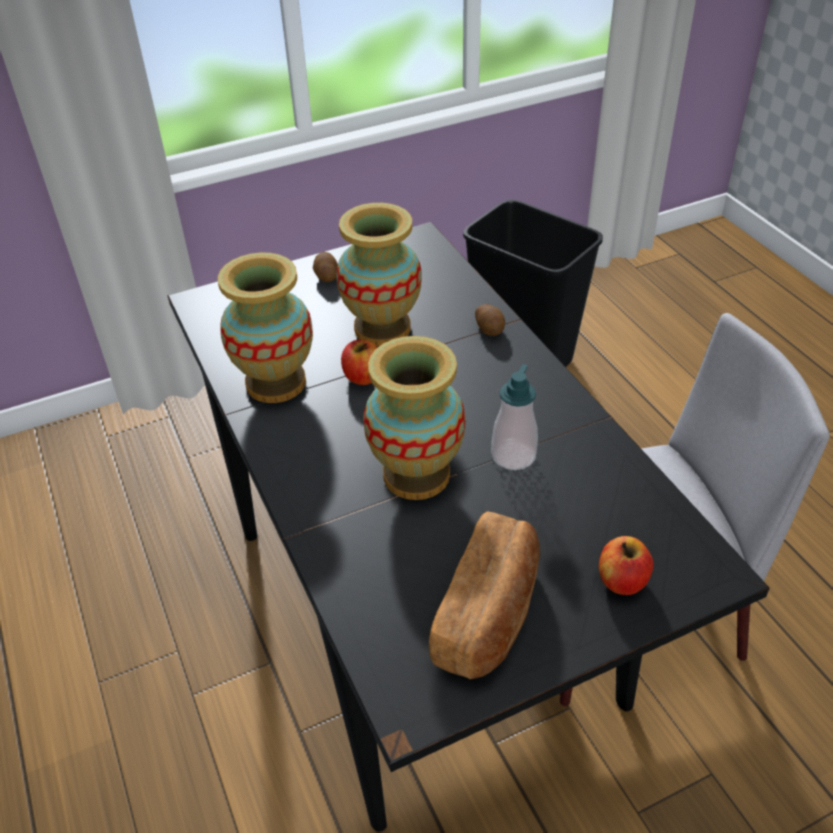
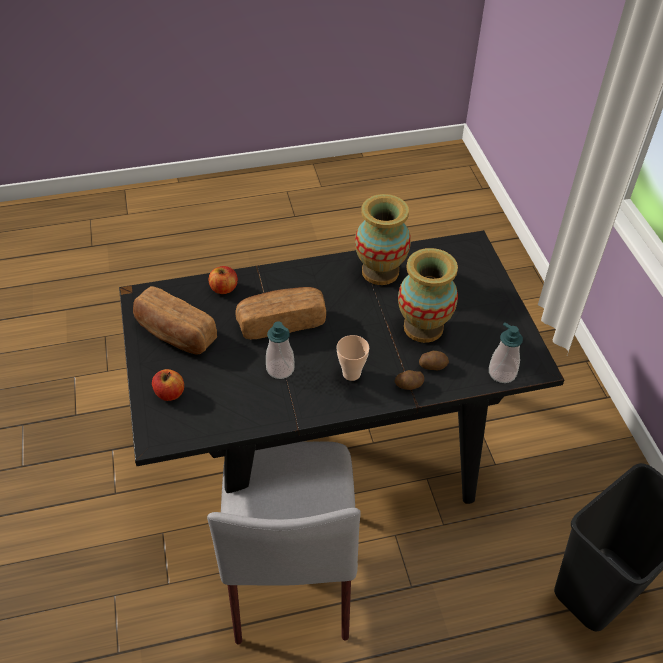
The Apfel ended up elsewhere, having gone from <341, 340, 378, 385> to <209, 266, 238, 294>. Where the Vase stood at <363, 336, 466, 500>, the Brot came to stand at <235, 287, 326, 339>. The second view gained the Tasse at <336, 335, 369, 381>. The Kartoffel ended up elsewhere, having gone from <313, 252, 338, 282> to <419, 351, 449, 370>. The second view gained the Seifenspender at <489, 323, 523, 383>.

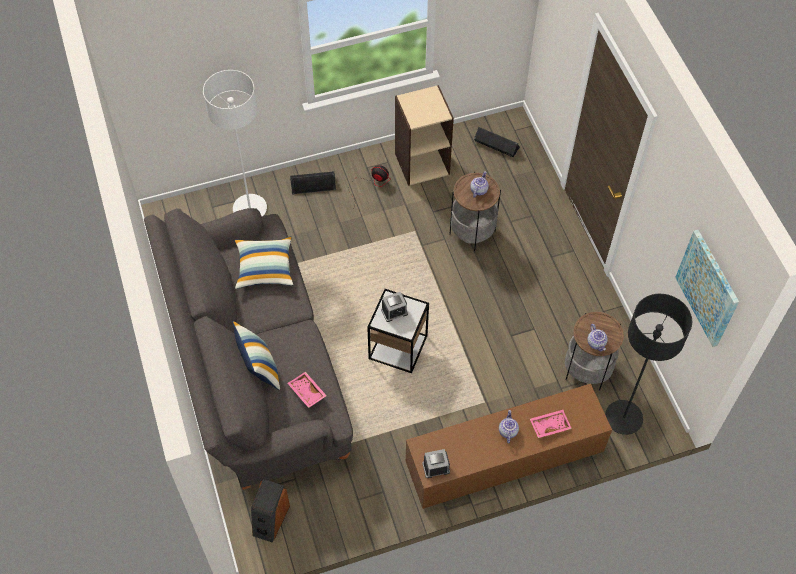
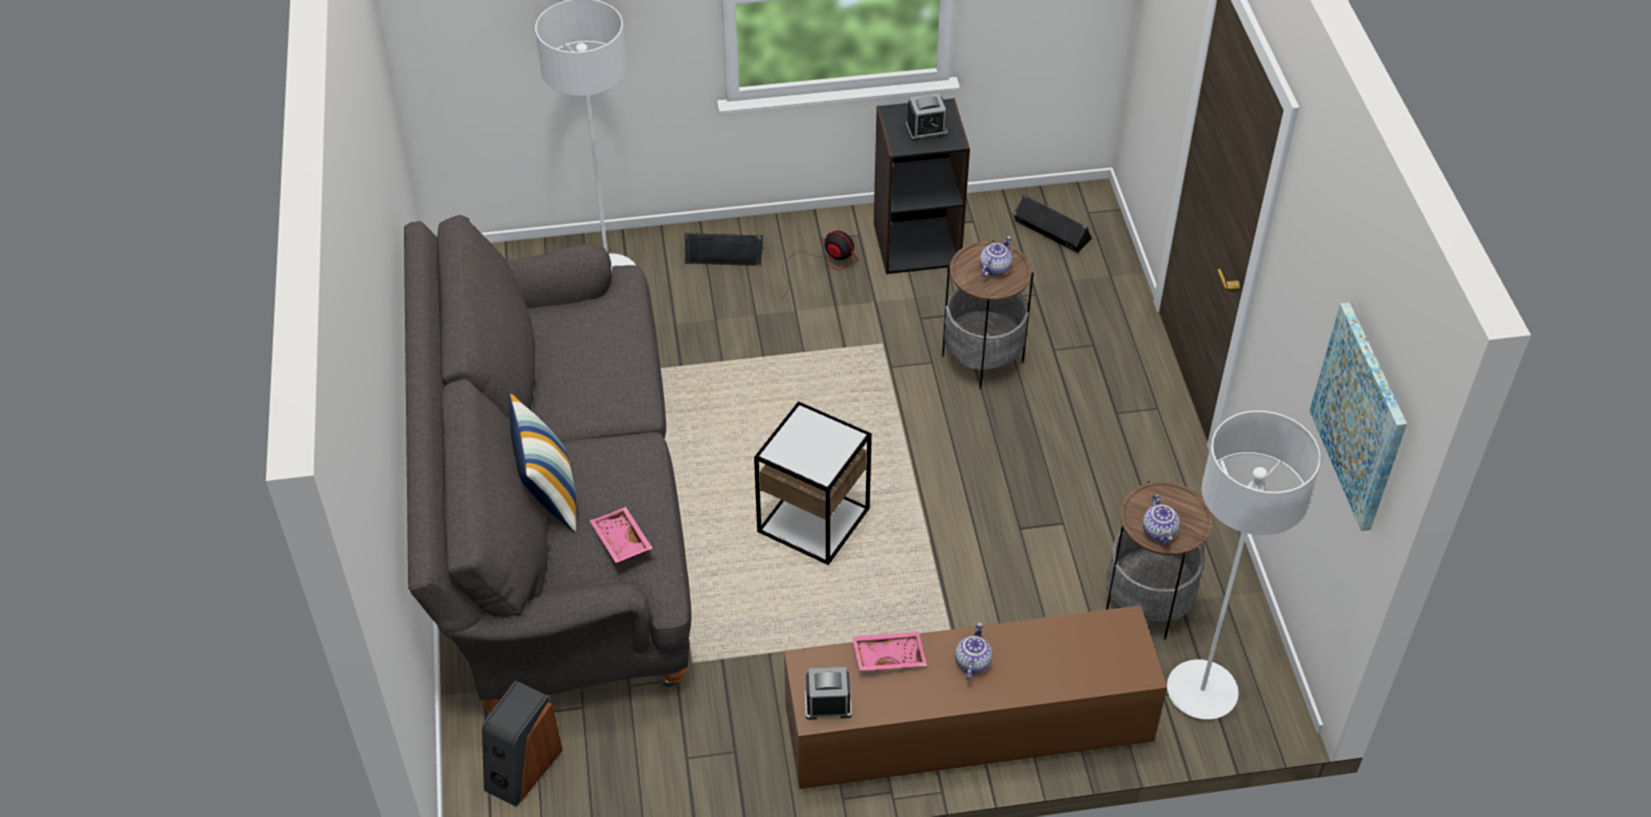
The Tablett (rosa) ended up elsewhere, having gone from <530, 410, 572, 438> to <852, 632, 927, 671>. What was the Bücherregal (beige) at <395, 85, 454, 186> turned into the Bücherregal (schwarz) at <874, 98, 970, 274>. The Wecker ended up elsewhere, having gone from <381, 292, 408, 322> to <906, 93, 948, 141>. What was the Stehlampe (schwarz) at <605, 294, 692, 435> turned into the Stehlampe (weiß) at <1167, 411, 1321, 720>. The second view lost the Kissen at <235, 237, 293, 289>.

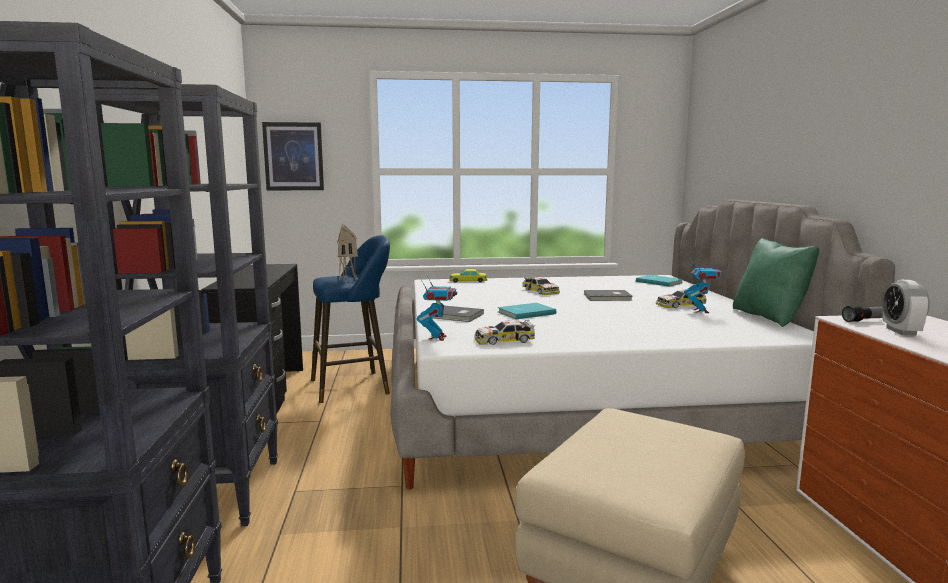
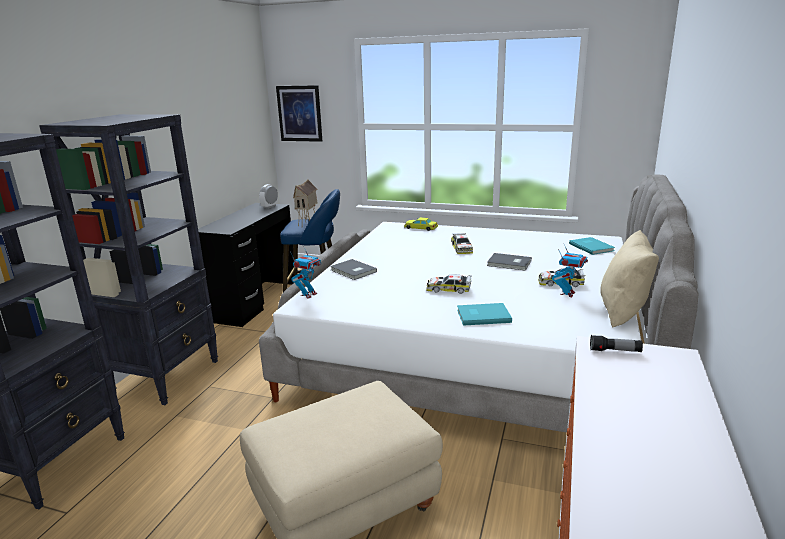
The Wecker ended up elsewhere, having gone from <882, 280, 930, 336> to <259, 184, 278, 209>. The Spielzeugauto ended up elsewhere, having gone from <474, 320, 536, 345> to <426, 274, 471, 294>. The Buch (türkis) ended up elsewhere, having gone from <498, 303, 557, 319> to <457, 303, 512, 326>. What was the Kissen (grün) at <733, 237, 819, 327> turned into the Kissen (beige) at <600, 230, 659, 327>.

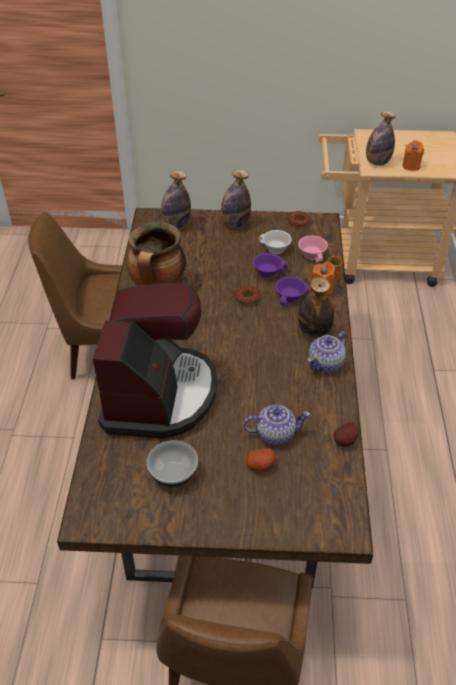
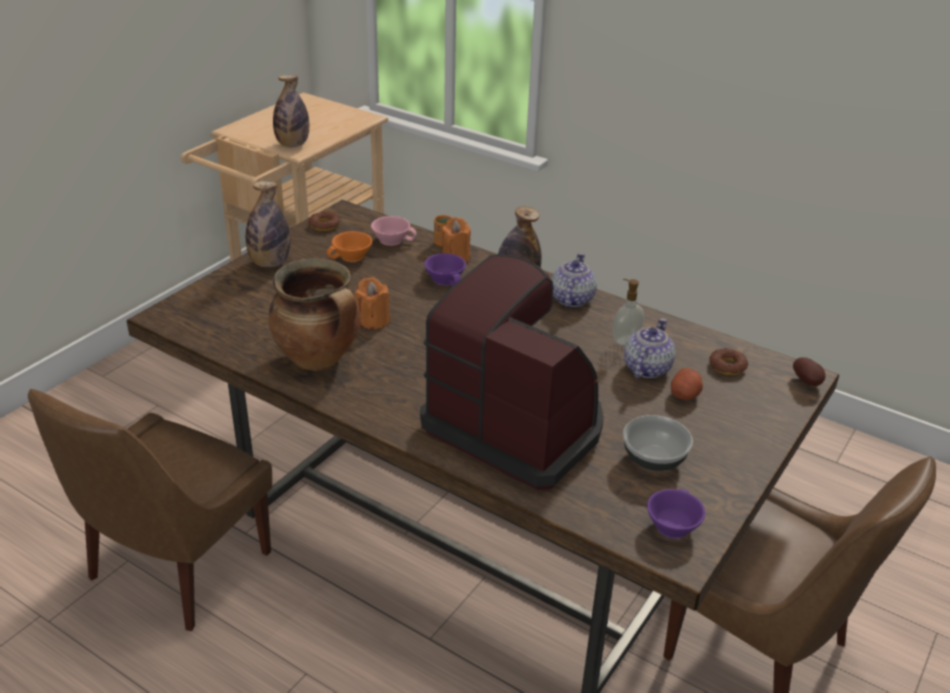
What was the Tasse (weiß) at <259, 230, 292, 254> turned into the Tasse (orange) at <327, 231, 372, 262>. The Kerze (orange) ended up elsewhere, having gone from <402, 141, 424, 171> to <355, 277, 390, 329>. The Teekanne at <308, 331, 347, 373> ended up facing another way, 150 degrees counterclockwise from before. The second view gained the Seifenspender at <613, 279, 644, 345>. The Tasse (lila) ended up elsewhere, having gone from <253, 253, 288, 278> to <647, 489, 705, 539>. The Donut ended up elsewhere, having gone from <235, 285, 260, 305> to <709, 348, 748, 375>. The Kartoffel ended up elsewhere, having gone from <333, 422, 358, 447> to <793, 357, 826, 386>. The second view lost the Flasche at <161, 170, 191, 229>.

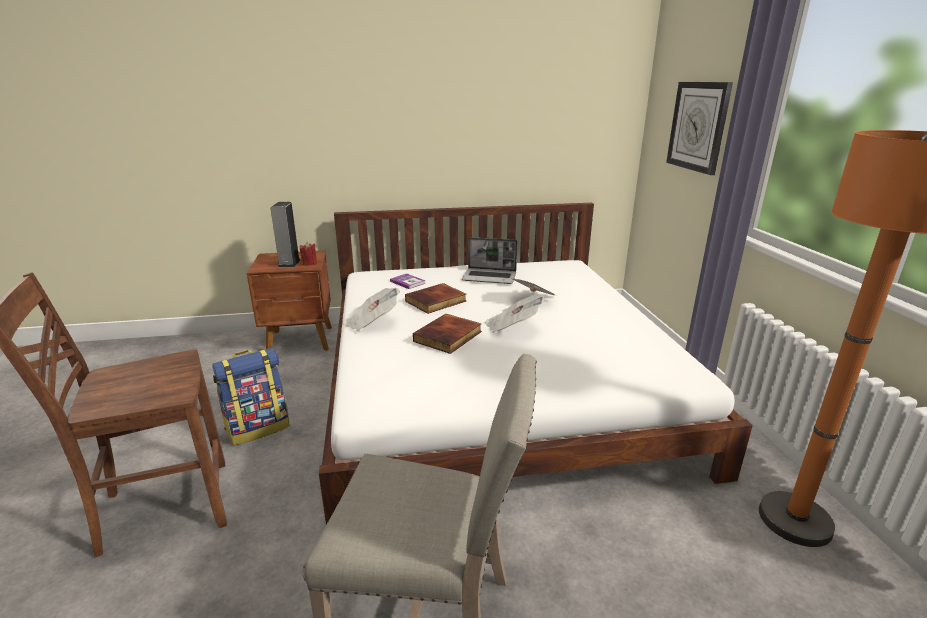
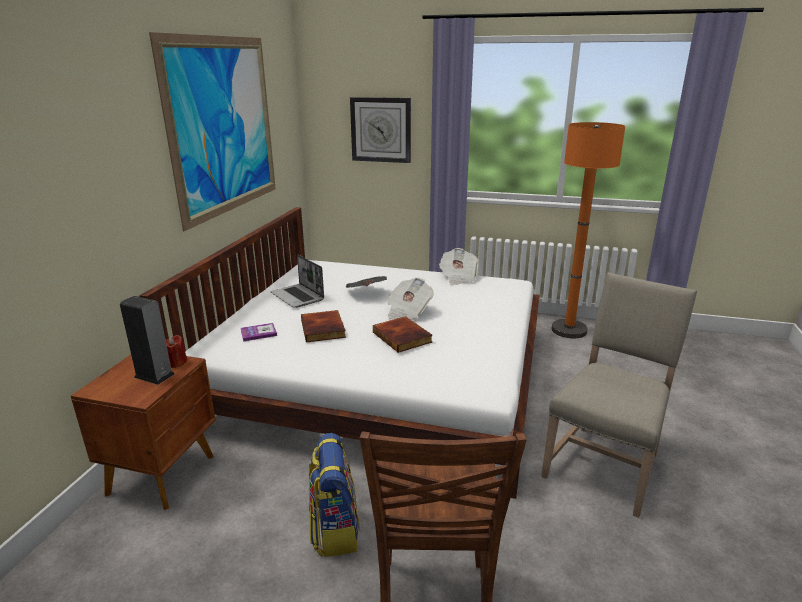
The second view gained the Bild at <149, 32, 276, 231>. The Laptop at <462, 237, 518, 284> ended up facing another way, 105 degrees clockwise from before. The Zeitung ended up elsewhere, having gone from <343, 288, 400, 331> to <439, 248, 479, 285>.

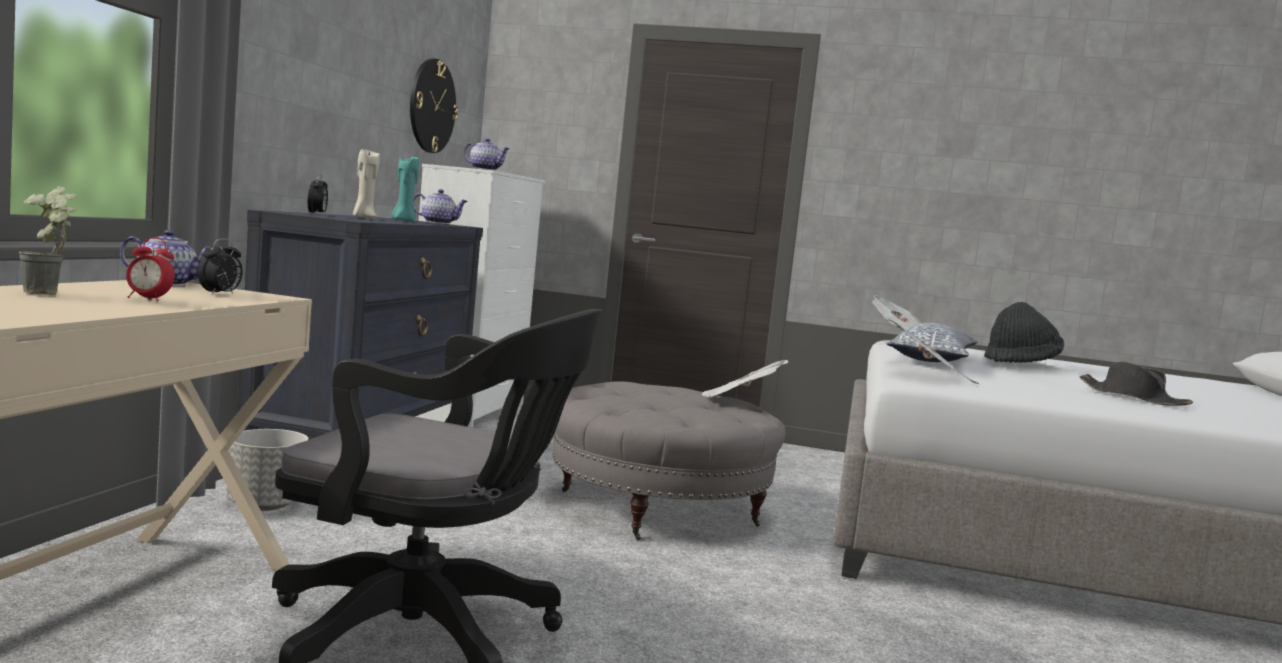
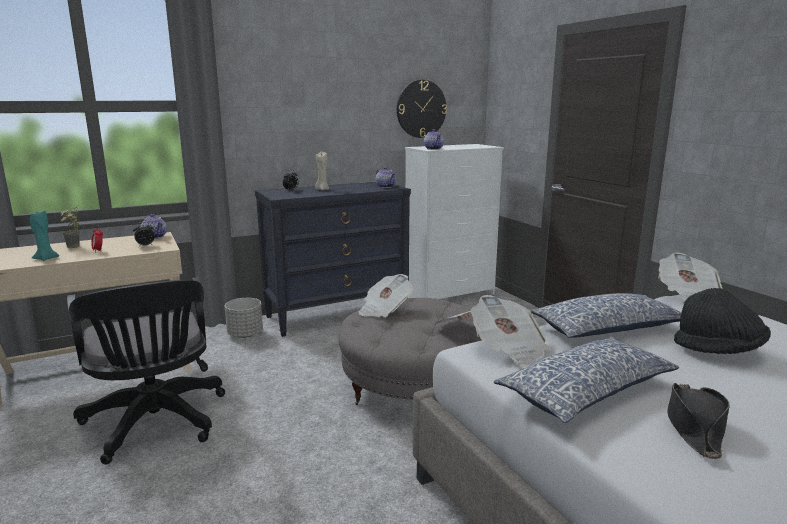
The Kerze (türkis) ended up elsewhere, having gone from <391, 154, 419, 222> to <30, 210, 59, 261>. The second view gained the Zeitung at <358, 274, 413, 318>. The second view gained the Kissen at <494, 337, 679, 423>.

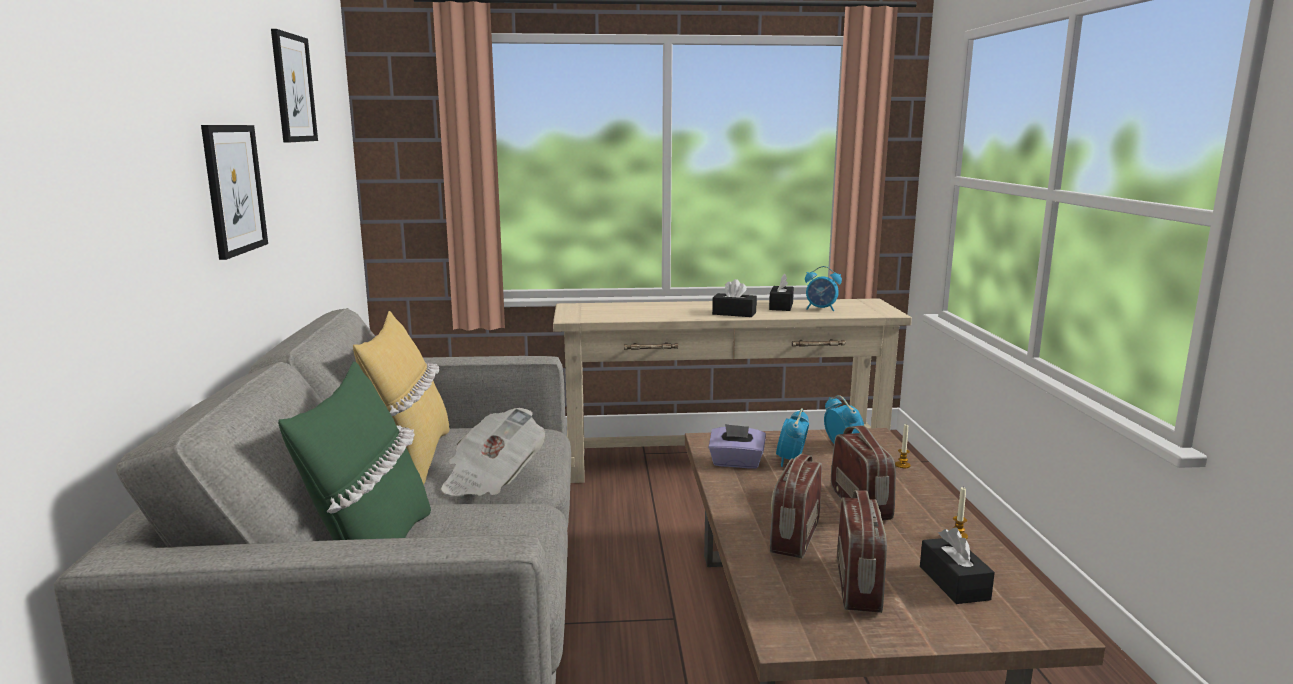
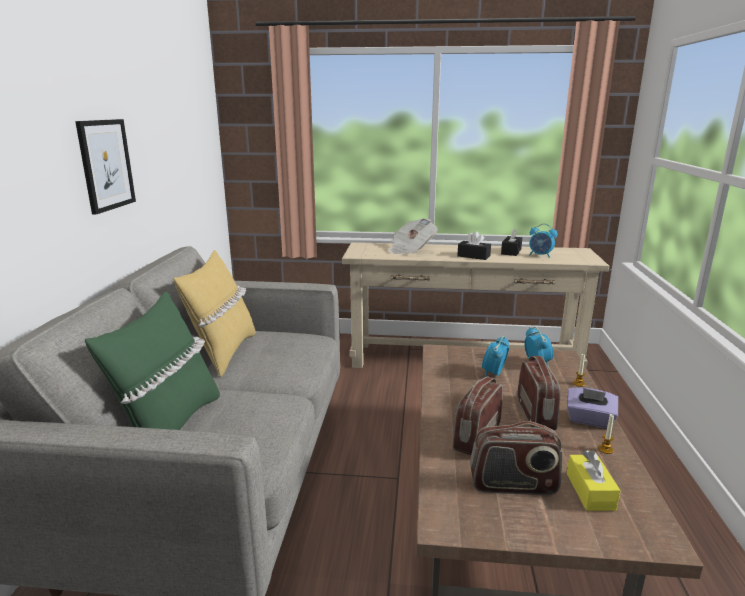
The Zeitung ended up elsewhere, having gone from <441, 408, 545, 496> to <388, 218, 438, 254>. The Radio at <837, 490, 887, 613> ended up facing another way, 75 degrees clockwise from before. The Taschentuchbox (lila) ended up elsewhere, having gone from <708, 424, 766, 469> to <567, 387, 618, 428>. What was the Taschentuchbox (schwarz) at <920, 527, 995, 604> turned into the Taschentuchbox (gelb) at <567, 450, 621, 511>. The second view lost the Bild at <271, 29, 318, 142>.

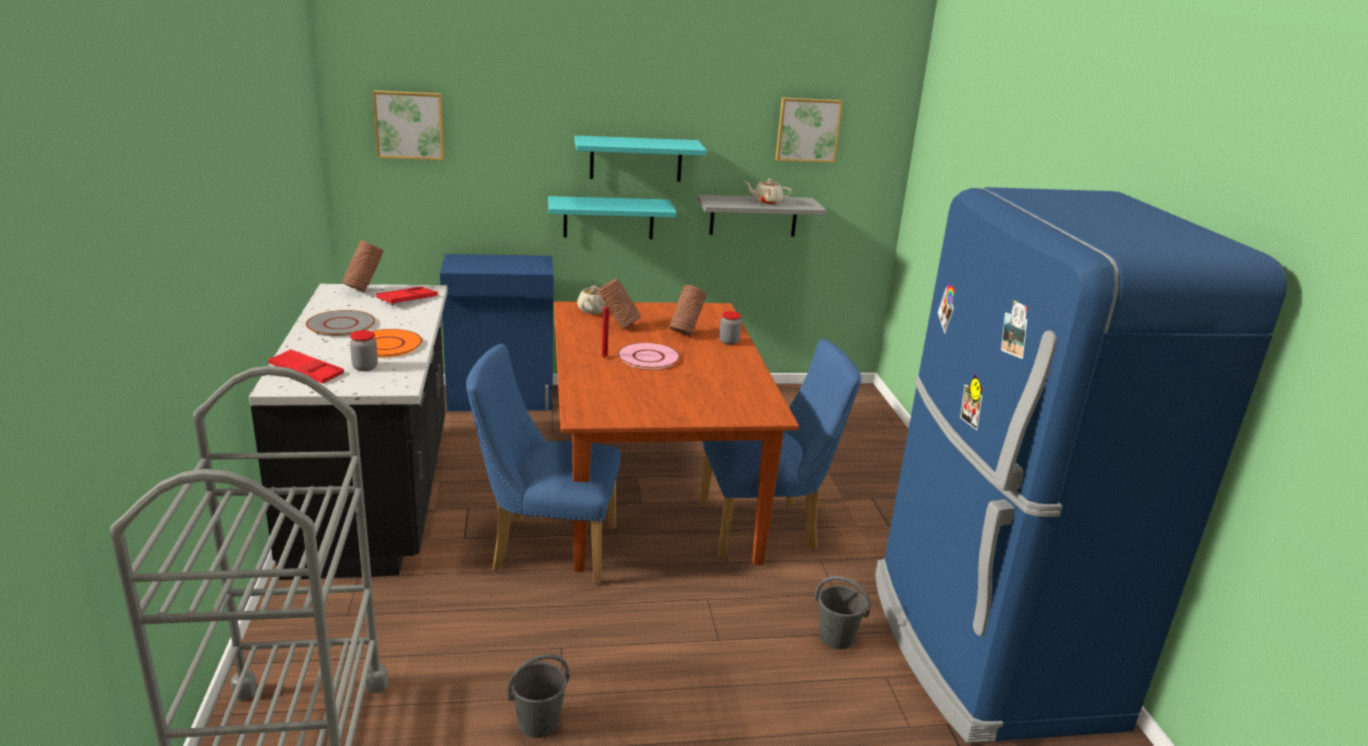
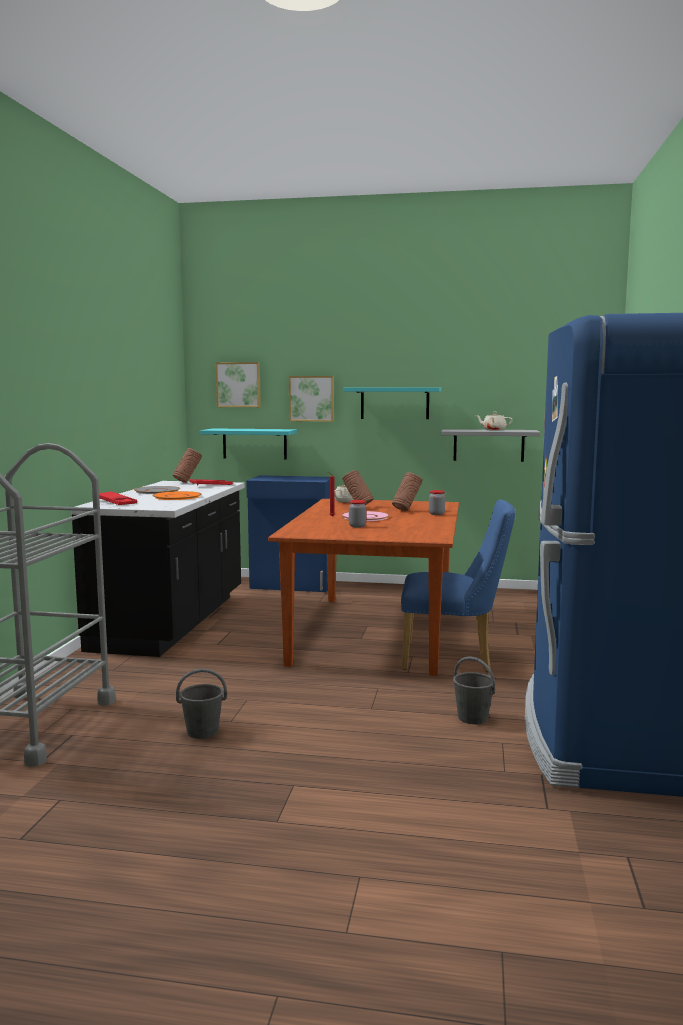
The Wandregal (türkis) ended up elsewhere, having gone from <548, 196, 677, 239> to <200, 428, 298, 459>. The Bild ended up elsewhere, having gone from <775, 97, 843, 163> to <289, 376, 334, 422>. The Vorratsglas ended up elsewhere, having gone from <350, 330, 378, 371> to <349, 500, 367, 528>. The second view lost the Stuhl (blau) at <466, 344, 621, 584>.

